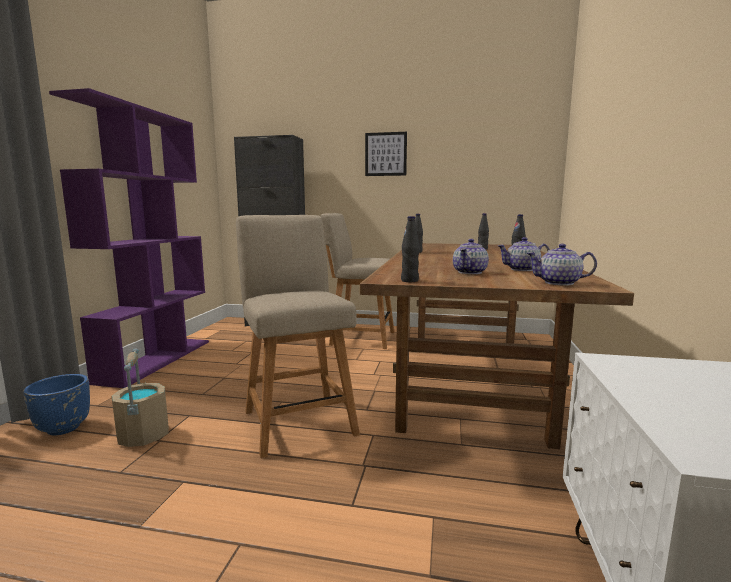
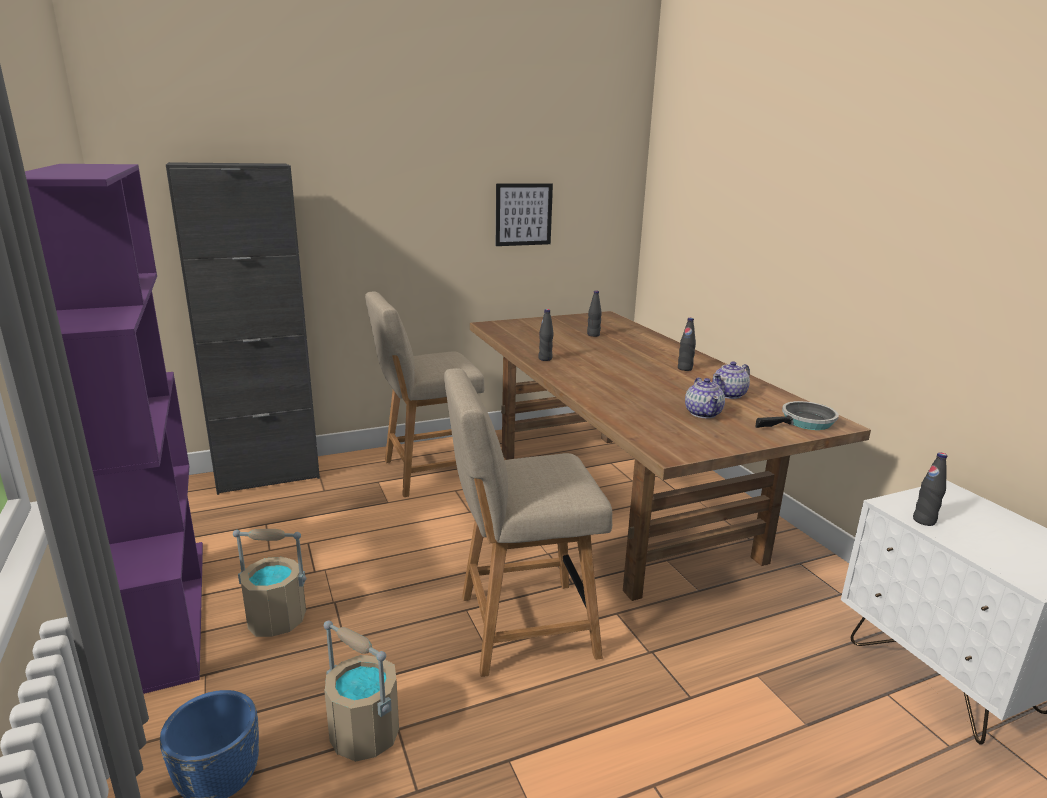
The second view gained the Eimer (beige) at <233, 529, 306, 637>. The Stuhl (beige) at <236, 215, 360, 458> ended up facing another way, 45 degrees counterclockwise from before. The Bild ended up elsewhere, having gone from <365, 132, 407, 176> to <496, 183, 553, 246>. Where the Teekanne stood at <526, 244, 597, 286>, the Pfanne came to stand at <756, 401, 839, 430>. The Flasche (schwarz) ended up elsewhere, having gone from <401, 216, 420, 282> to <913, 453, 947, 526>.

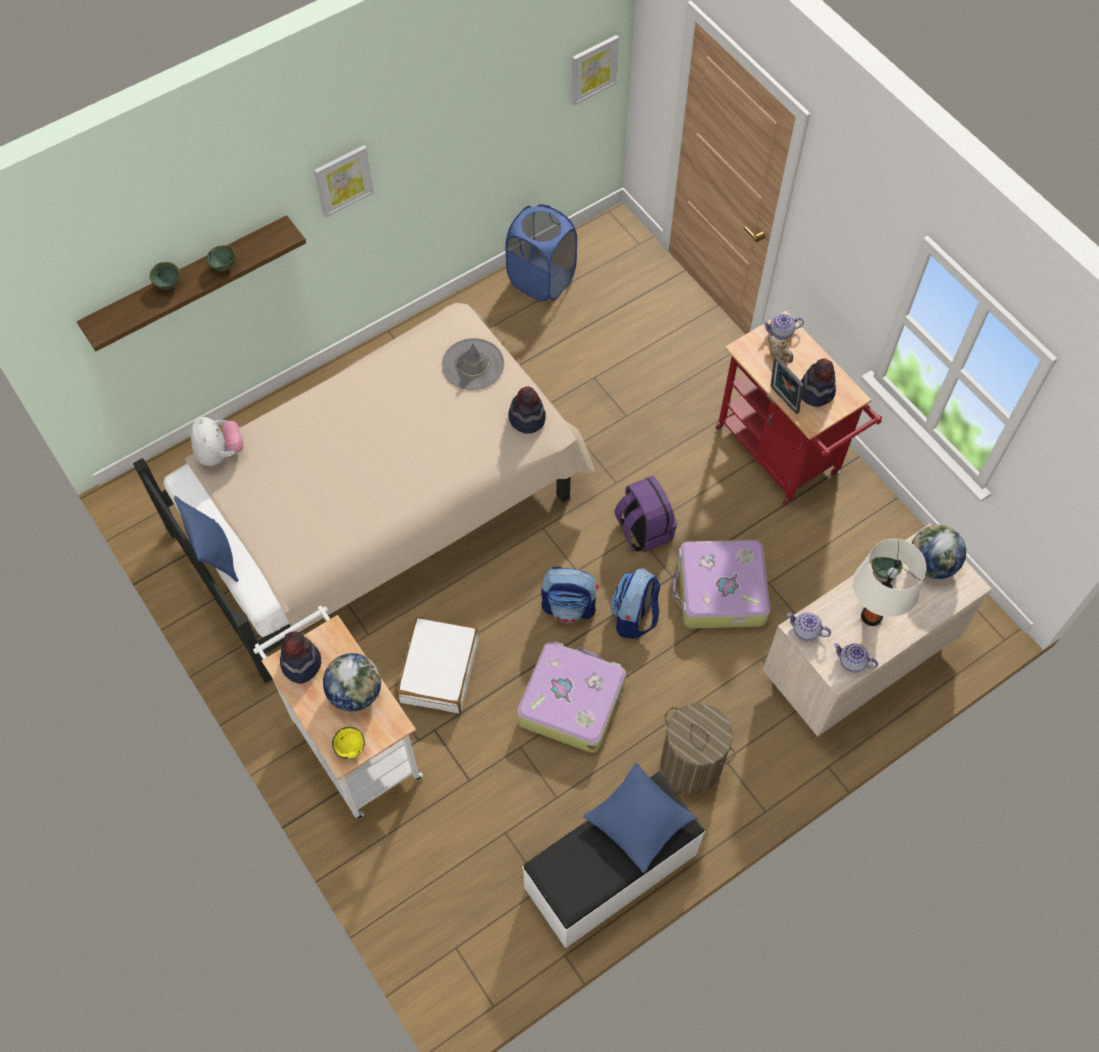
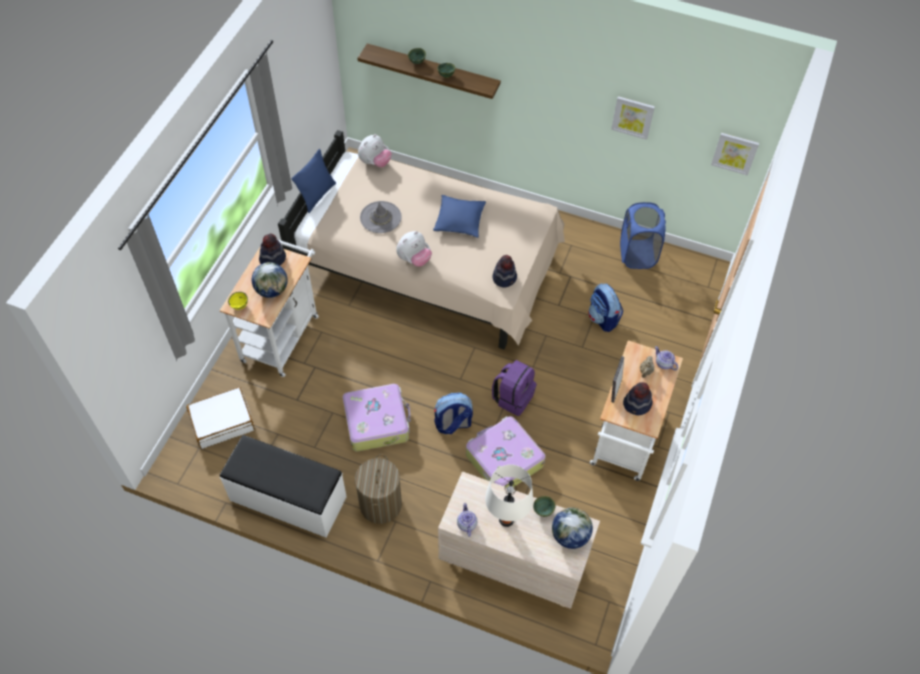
The Koffer (weiß) ended up elsewhere, having gone from <397, 617, 479, 714> to <186, 387, 255, 449>. The Hut (grau) ended up elsewhere, having gone from <442, 338, 504, 390> to <360, 201, 402, 233>. The second view gained the Plüschtier at <396, 231, 432, 267>. The Kissen (blau) ended up elsewhere, having gone from <583, 763, 697, 873> to <433, 195, 486, 238>. The Rucksack ended up elsewhere, having gone from <541, 567, 598, 623> to <588, 283, 623, 332>. What was the Rollwagen (rot) at <716, 311, 882, 506> turned into the Rollwagen (weiß) at <590, 340, 683, 481>. The Bild ended up elsewhere, having gone from <314, 145, 374, 218> to <611, 96, 655, 140>. The second view lost the Teekanne at <787, 612, 831, 641>.

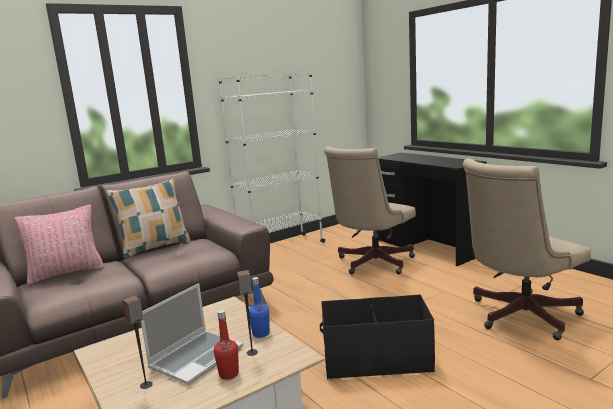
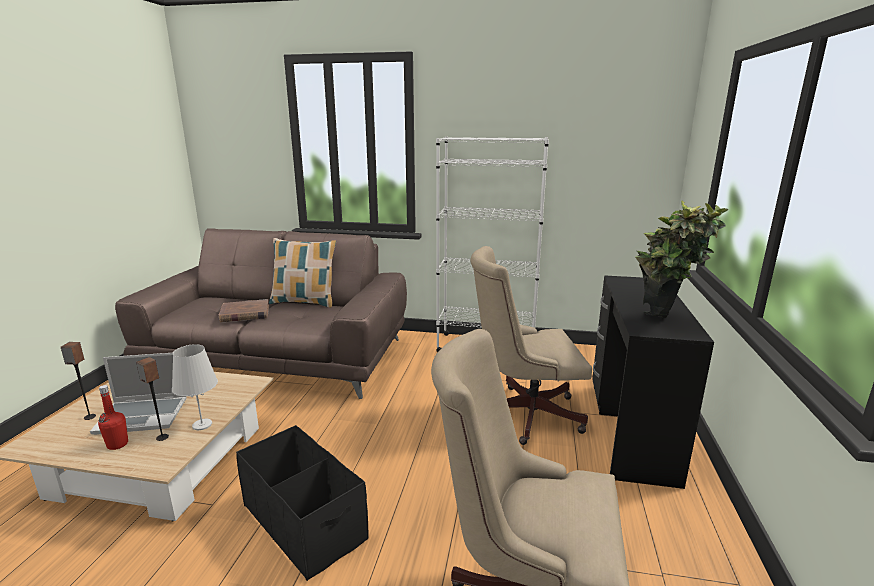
Where the Flasche (blau) stood at <249, 277, 269, 338>, the Tischlampe (weiß) came to stand at <172, 344, 218, 430>. The second view gained the Buch (braun) at <219, 299, 269, 323>. The second view gained the Topfpflanze at <635, 201, 728, 318>. The second view lost the Kissen (rosa) at <15, 205, 104, 285>.

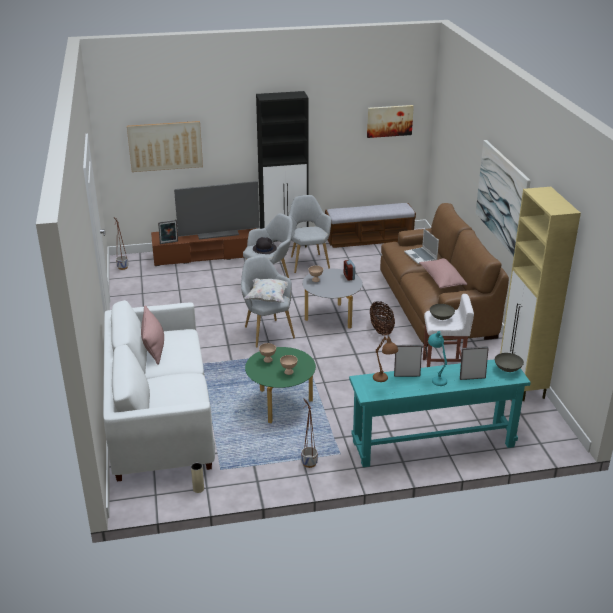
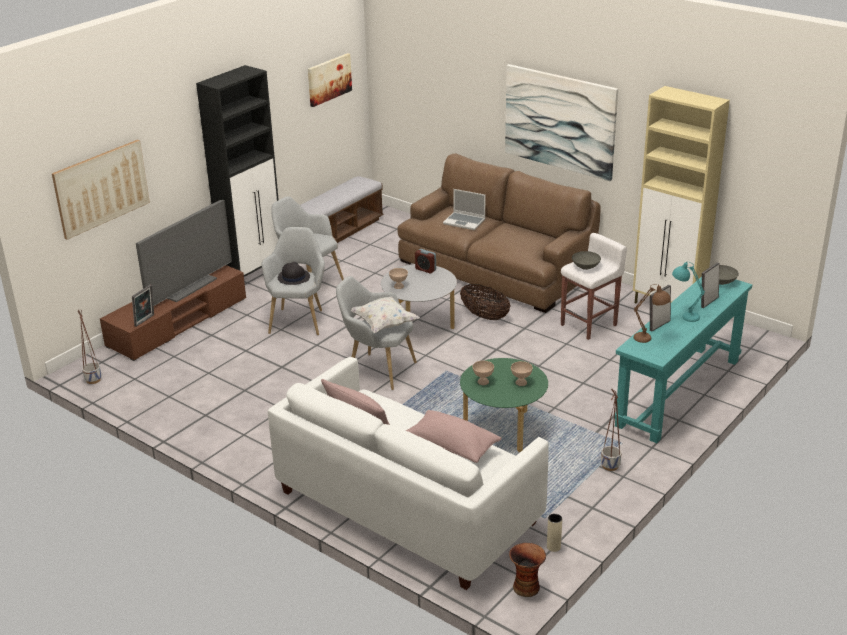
The Kissen (rosa) ended up elsewhere, having gone from <419, 258, 467, 289> to <406, 410, 502, 463>. The second view gained the Vase at <509, 543, 546, 597>.

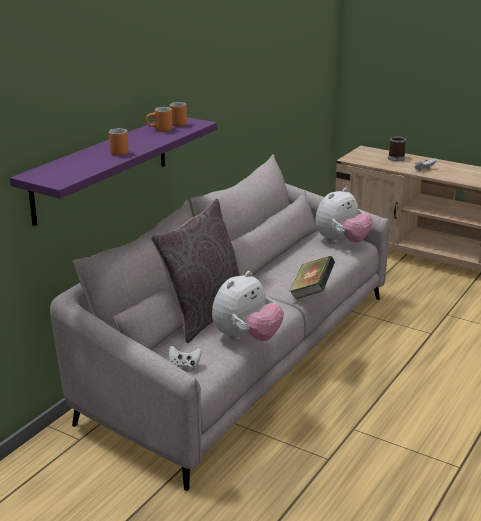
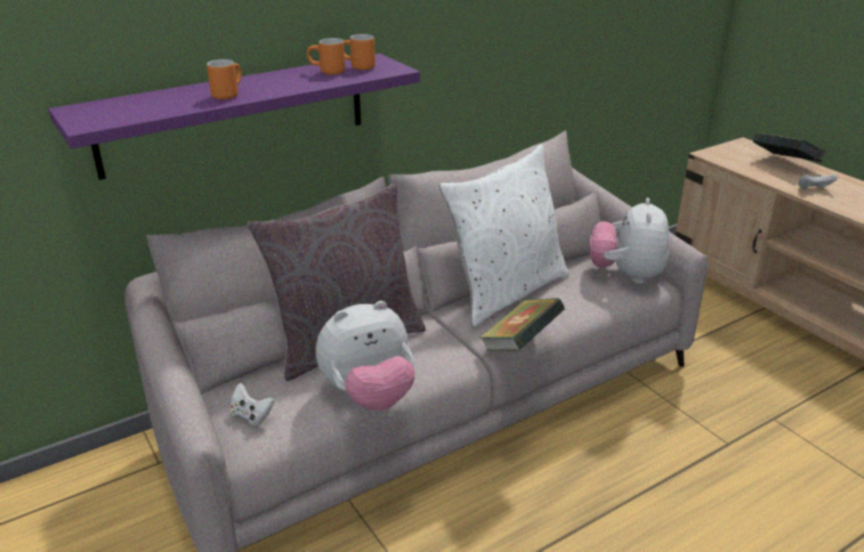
The second view gained the Kissen (weiß) at <439, 145, 569, 327>. The Plüschtier at <315, 187, 373, 243> ended up facing another way, 120 degrees clockwise from before. Where the Henkelbecher stood at <388, 136, 406, 162>, the Buch came to stand at <753, 132, 826, 162>.

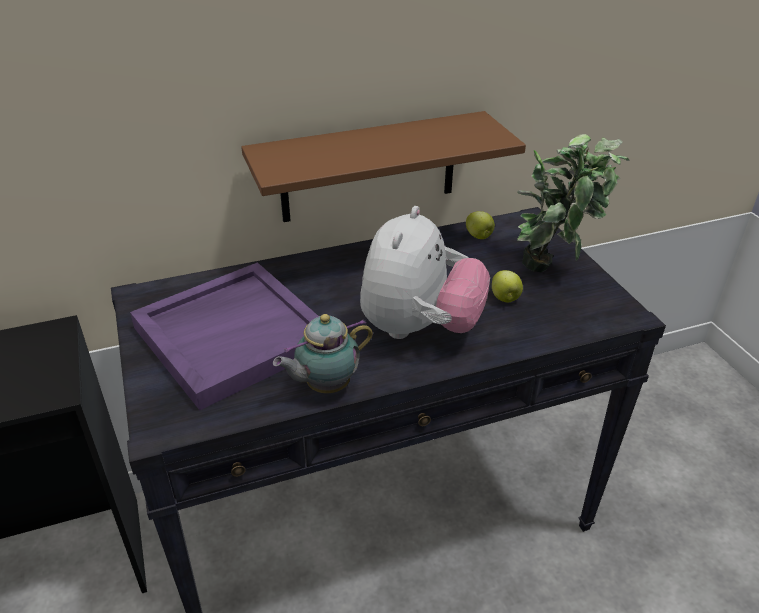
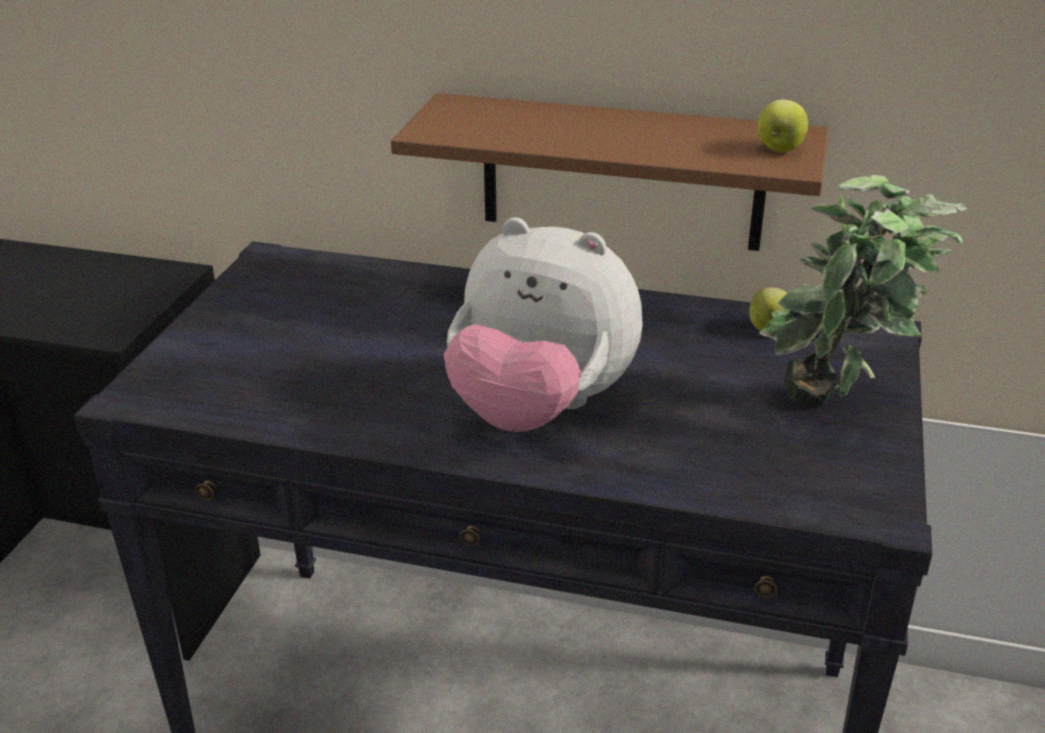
The Plüschtier at <360, 206, 490, 339> ended up facing another way, 60 degrees clockwise from before. The Apfel ended up elsewhere, having gone from <492, 270, 523, 303> to <757, 99, 808, 152>. The second view lost the Tablett (lila) at <130, 262, 319, 410>. The second view lost the Teekanne at <273, 314, 373, 393>.

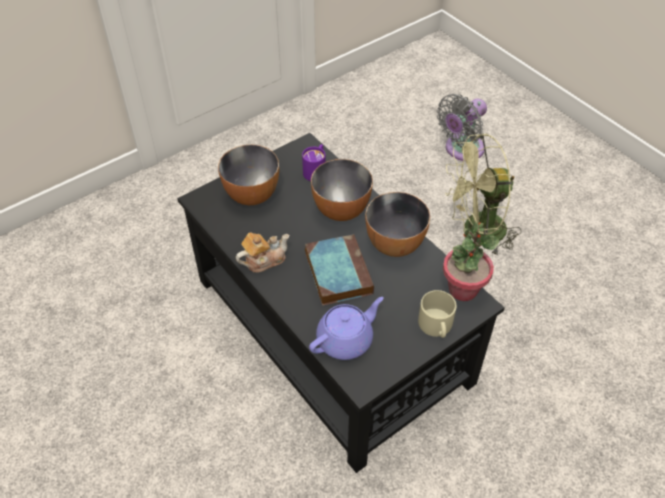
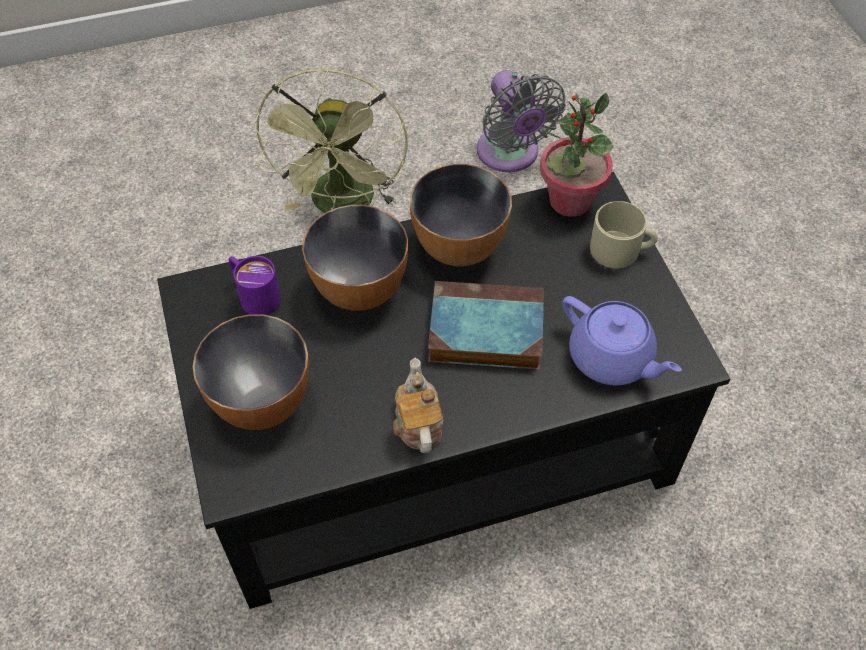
The Ventilator (grau) ended up elsewhere, having gone from <437, 94, 487, 161> to <477, 70, 566, 172>. The Teekanne (lila) at <309, 297, 384, 360> ended up facing another way, 150 degrees clockwise from before.

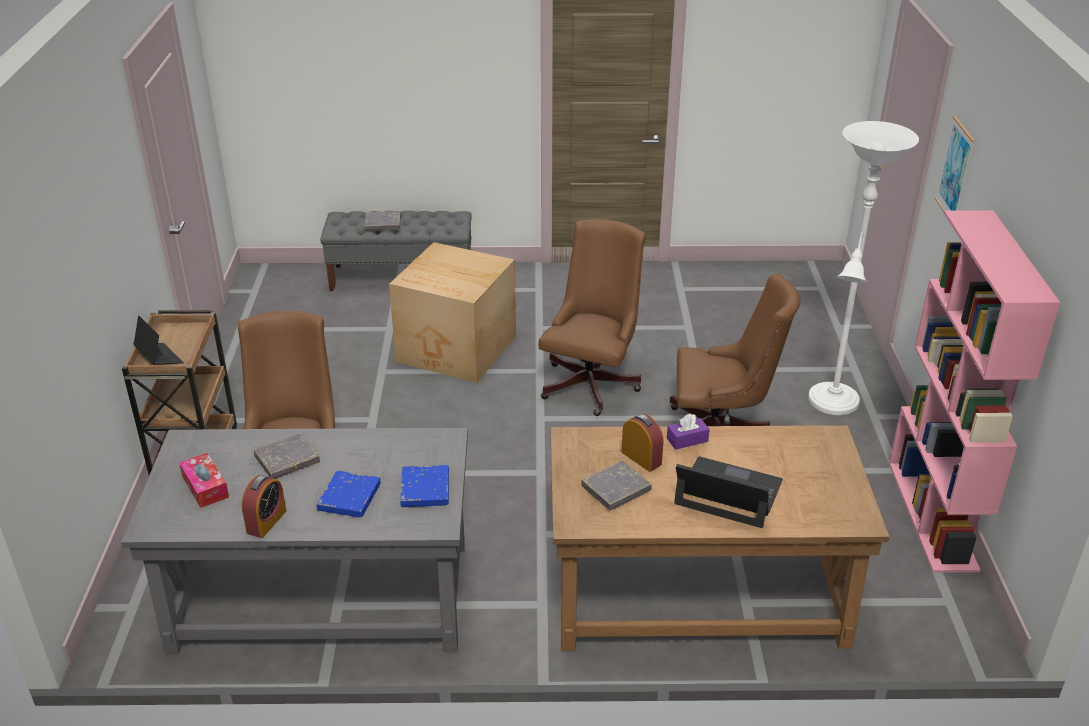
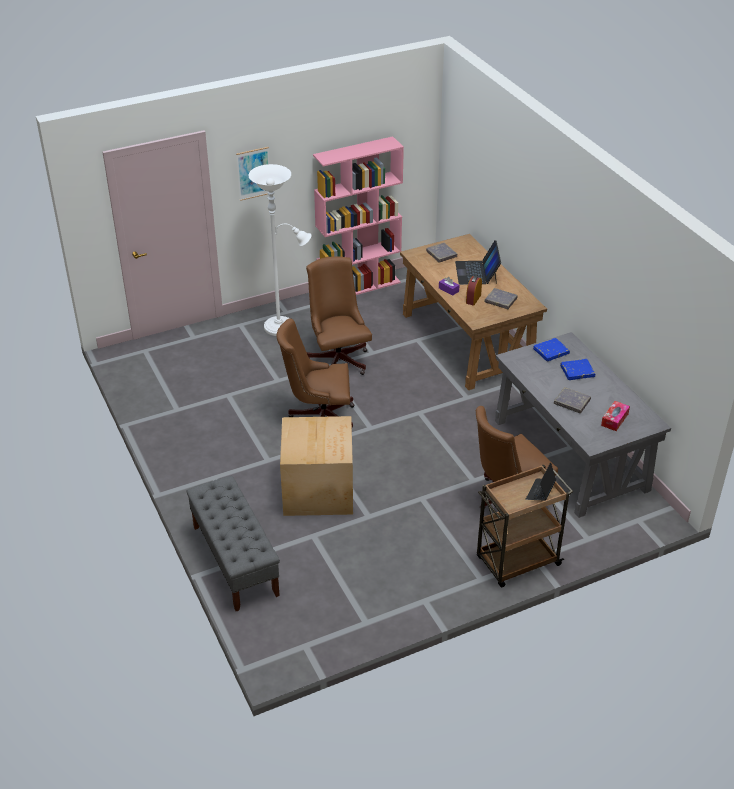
The Buch (grau) ended up elsewhere, having gone from <364, 211, 401, 231> to <426, 243, 457, 263>. The second view lost the Wecker at <242, 475, 286, 538>.

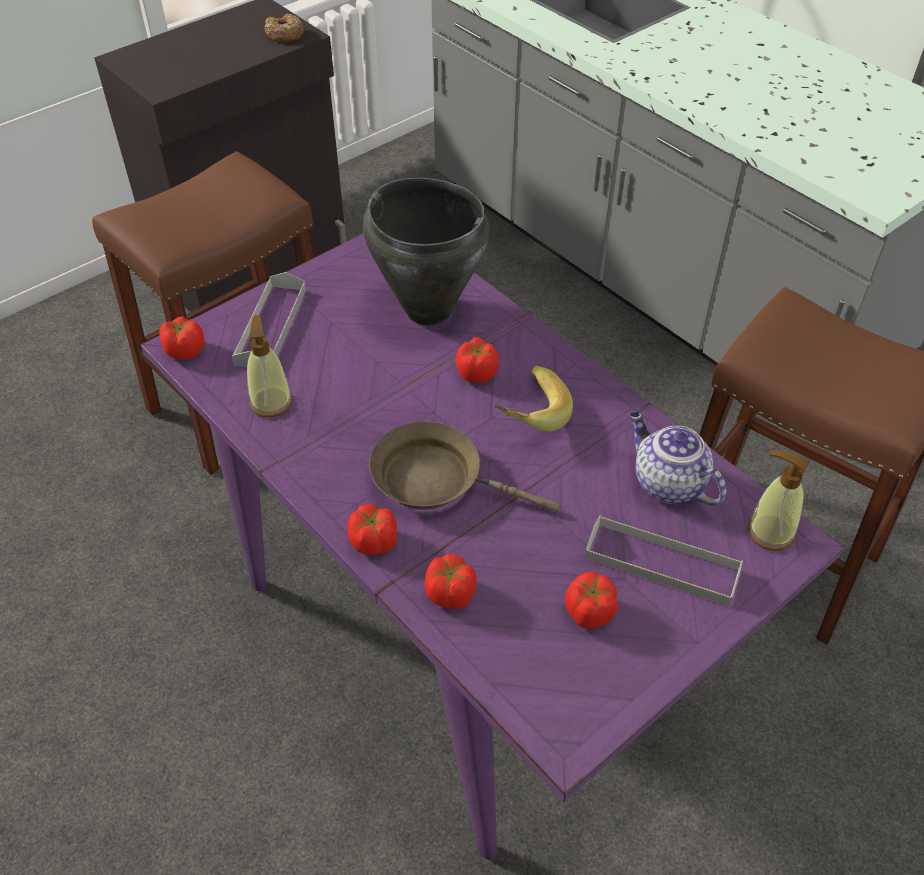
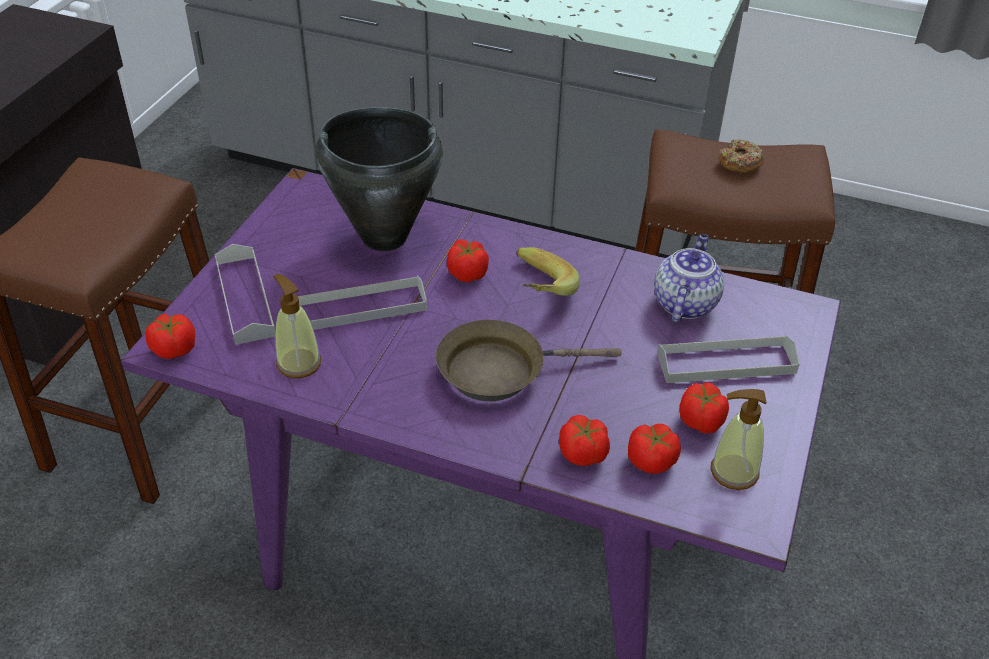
The second view gained the Tablett (grau) at <298, 275, 427, 330>. The Tomate ended up elsewhere, having gone from <347, 504, 397, 555> to <628, 424, 681, 474>. The Teekanne at <630, 412, 727, 506> ended up facing another way, 90 degrees clockwise from before. The Seifenspender ended up elsewhere, having gone from <747, 450, 810, 551> to <710, 389, 767, 490>. The Donut ended up elsewhere, having gone from <264, 14, 304, 42> to <718, 139, 764, 174>.

